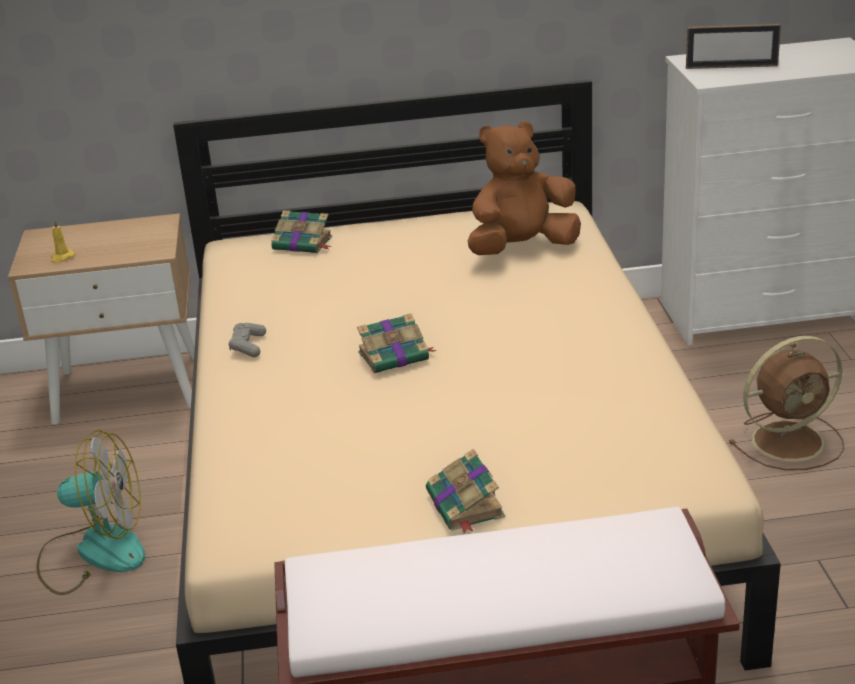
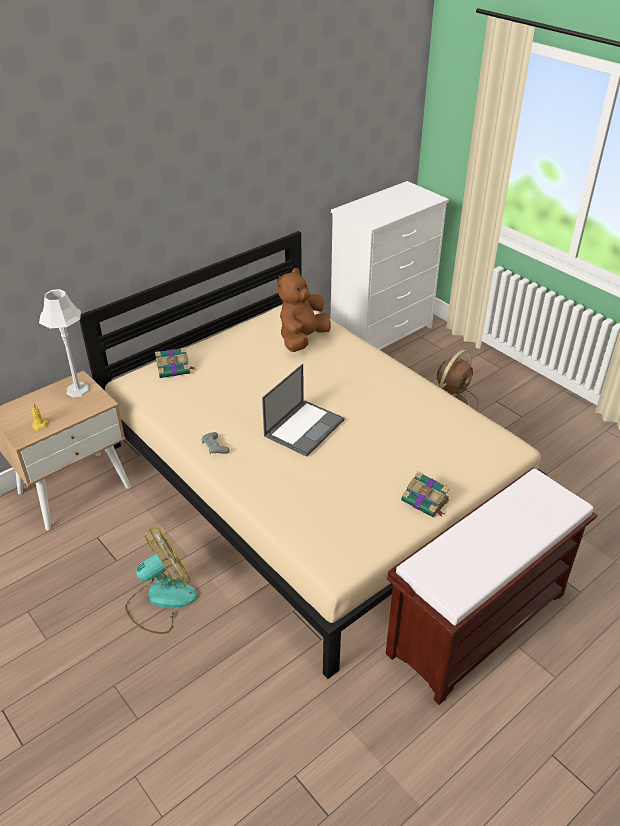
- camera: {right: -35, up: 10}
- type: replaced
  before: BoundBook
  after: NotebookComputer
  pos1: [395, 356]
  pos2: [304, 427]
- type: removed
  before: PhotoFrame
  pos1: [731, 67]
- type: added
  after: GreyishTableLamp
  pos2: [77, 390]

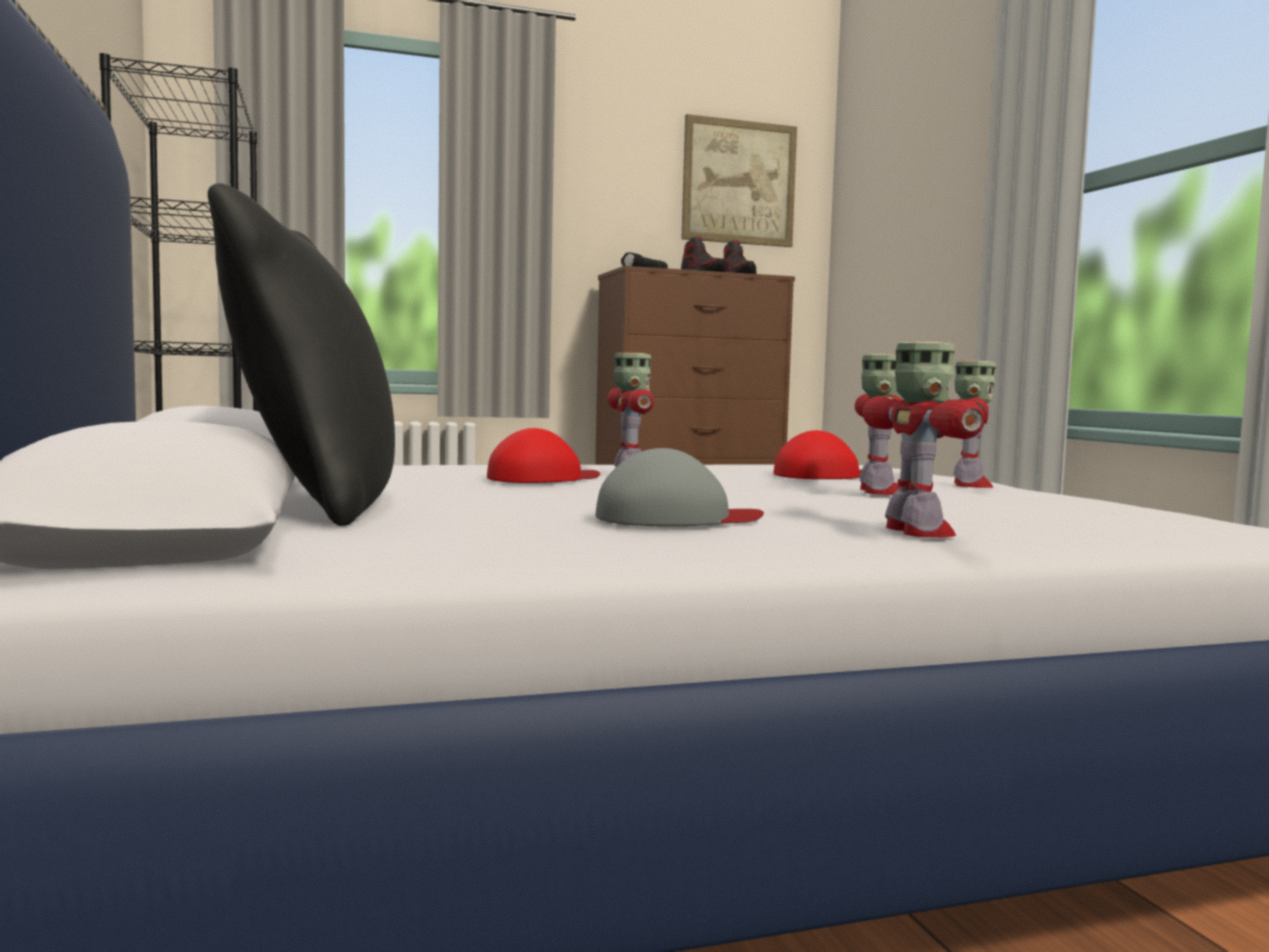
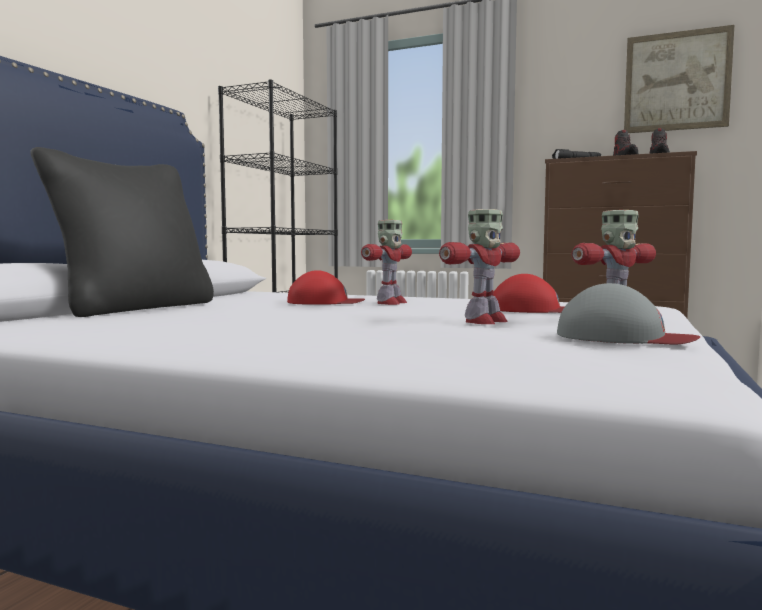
- camera: {right: 40, up: 0}
- type: moved
  before: GreyishCap
  pos1: [676, 518]
  pos2: [621, 337]
- type: removed
  before: RobotFigure
  pos1: [917, 532]

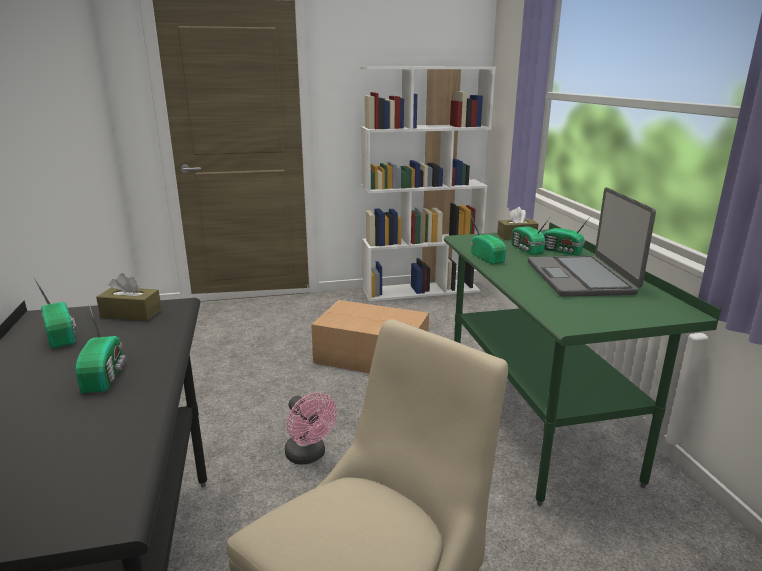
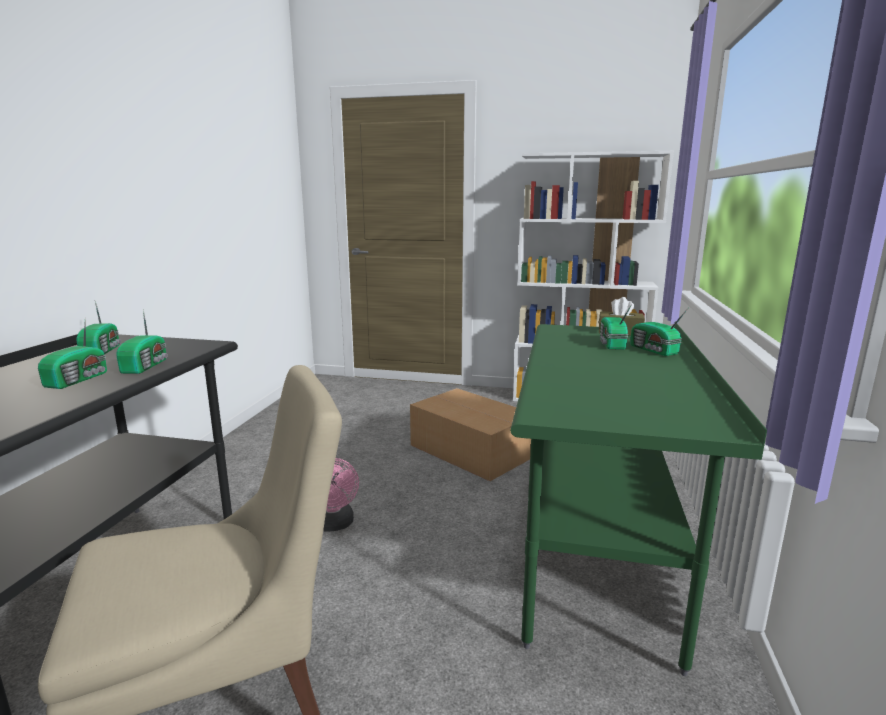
- camera: {right: 25, up: -5}
- type: removed
  before: BrownColouredTissueBox
  pos1: [131, 313]
- type: moved
  before: RadioReceiver
  pos1: [487, 258]
  pos2: [147, 366]
- type: removed
  before: NotebookComputer
  pos1: [581, 277]

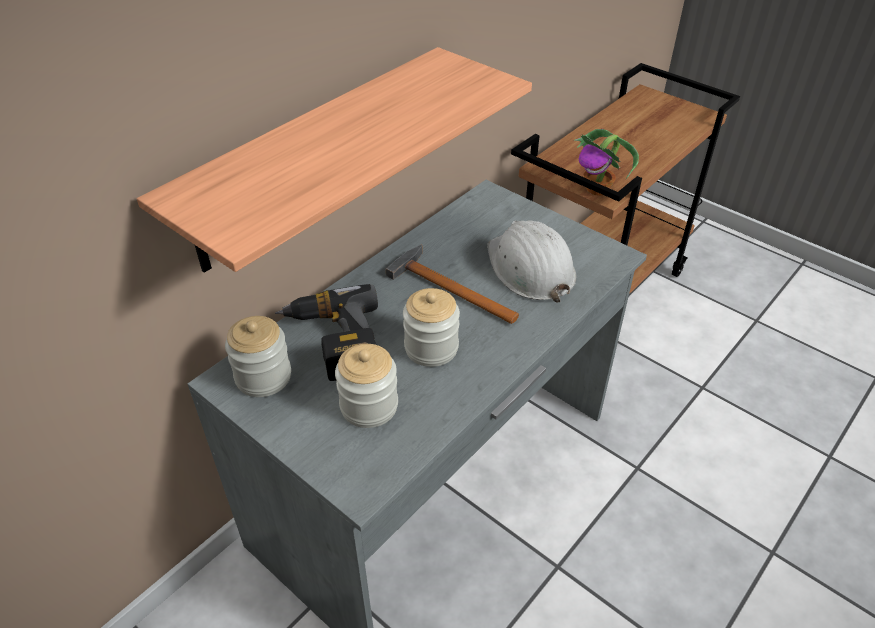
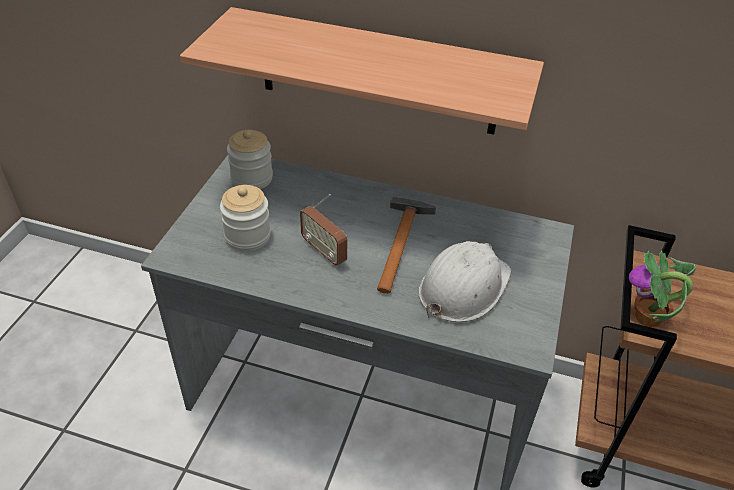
- camera: {right: 65, up: 0}
- type: removed
  before: ElectricDrill
  pos1: [333, 342]
- type: replaced
  before: StorageJar
  after: RadioReceiver
  pos1: [431, 348]
  pos2: [324, 251]

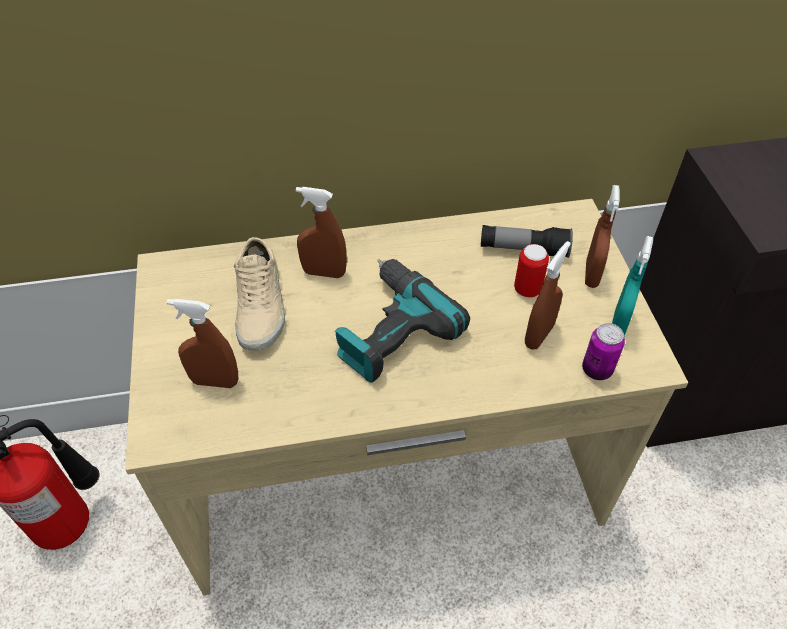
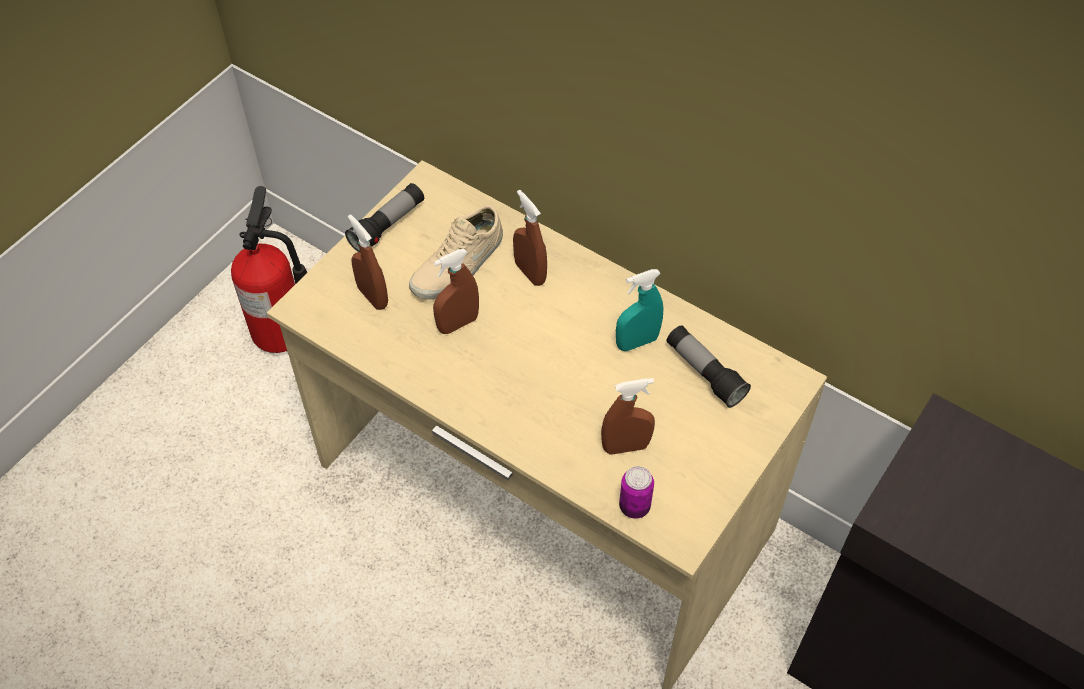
- camera: {right: 45, up: 5}
- type: removed
  before: ElectricDrill
  pos1: [389, 330]
- type: removed
  before: Can
  pos1: [527, 289]
- type: moved
  before: BrownColouredSprayBottle
  pos1: [591, 274]
  pos2: [458, 324]
- type: moved
  before: TurquoiseColouredSprayBottle
  pos1: [618, 325]
  pos2: [637, 342]
- type: added
  after: Flashlight
  pos2: [388, 226]

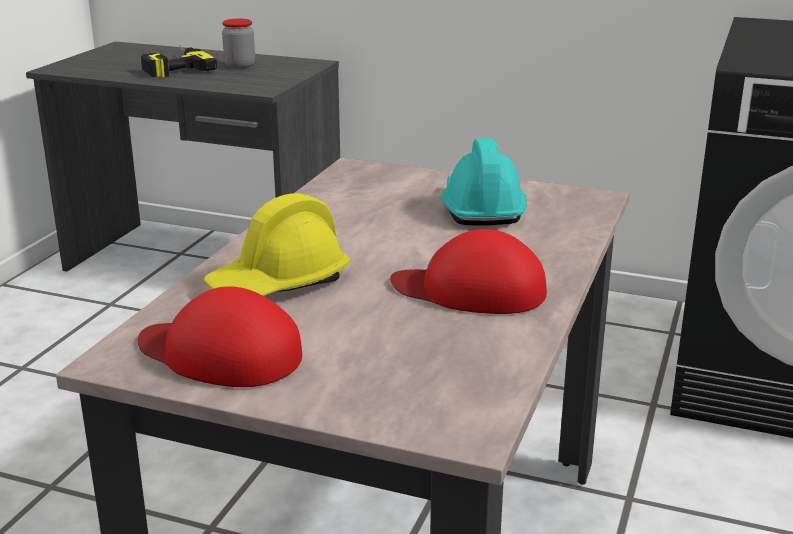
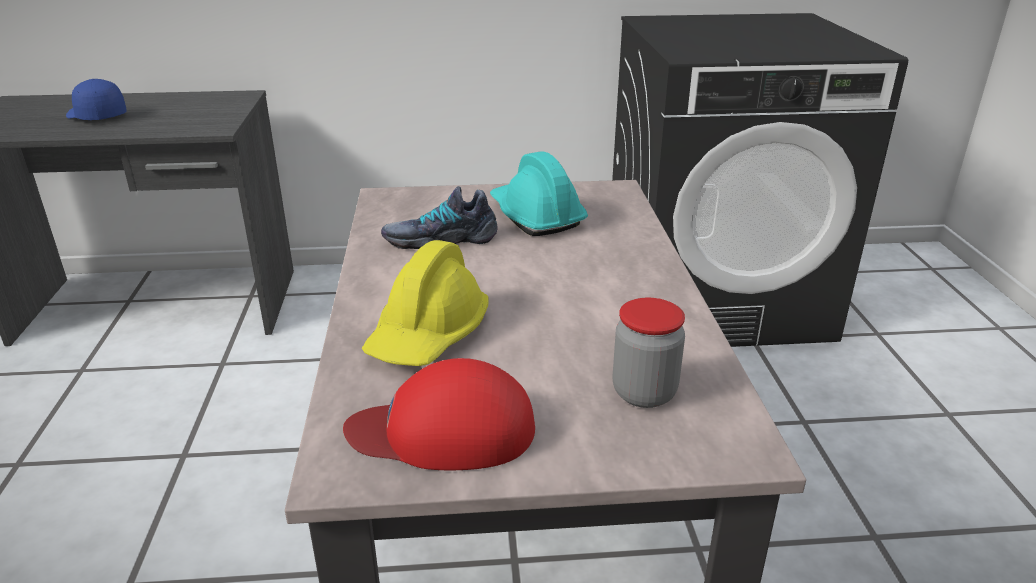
- camera: {right: -25, up: 5}
- type: replaced
  before: ElectricDrill
  after: BlueColouredCap
  pos1: [173, 67]
  pos2: [95, 116]
- type: moved
  before: StorageJar
  pos1: [240, 66]
  pos2: [644, 393]
- type: removed
  before: RedColouredCap
  pos1: [470, 290]
- type: added
  after: ItemOfFootwear
  pos2: [440, 239]

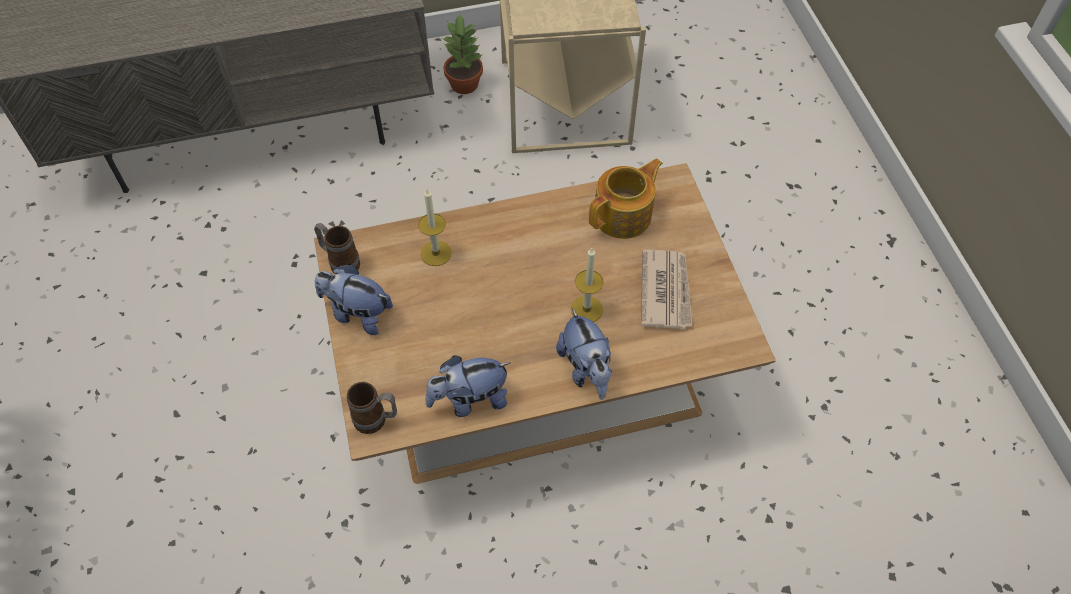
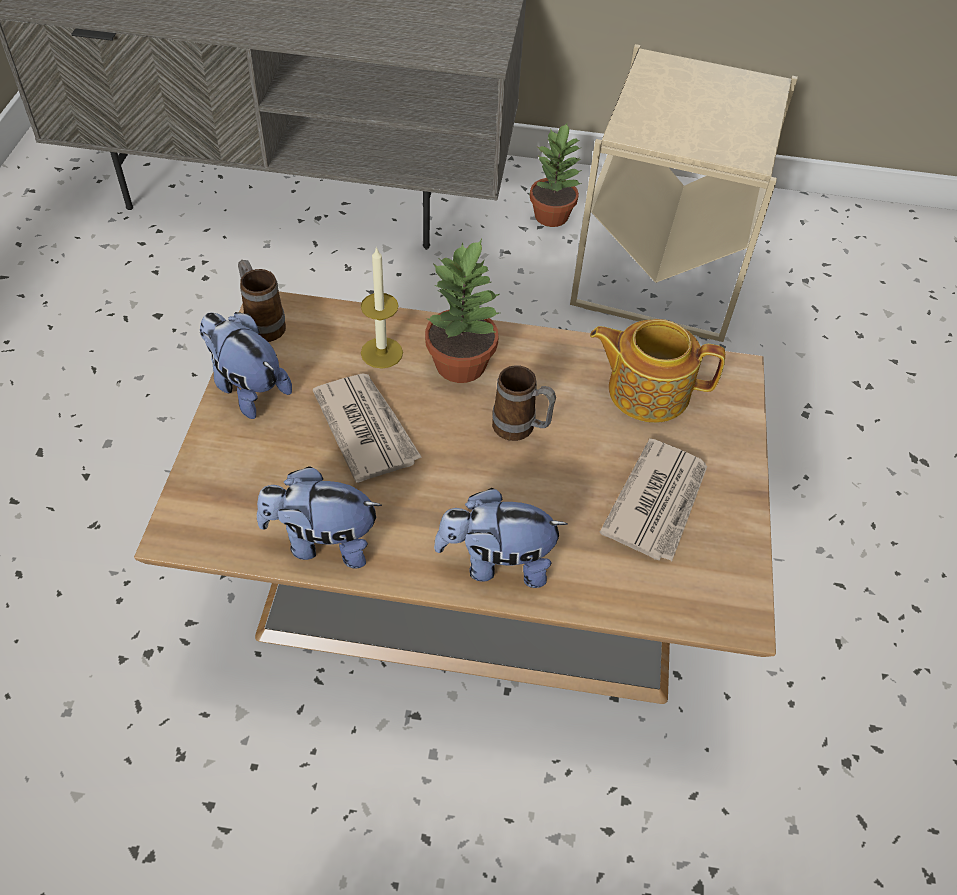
- camera: {right: 20, up: -5}
- type: moved
  before: TeaMug
  pos1: [376, 420]
  pos2: [521, 429]
- type: turned
  before: PlushToy
  pos1: [586, 370]
  pos2: [496, 563]
  turn: 90
- type: removed
  before: WaxLight
  pos1: [586, 309]
- type: turned
  before: PotForTea
  pos1: [624, 215]
  pos2: [646, 390]
  turn: -150
- type: added
  after: Newspaper
  pos2: [366, 428]
- type: added
  after: PlantInAPot
  pos2: [462, 364]

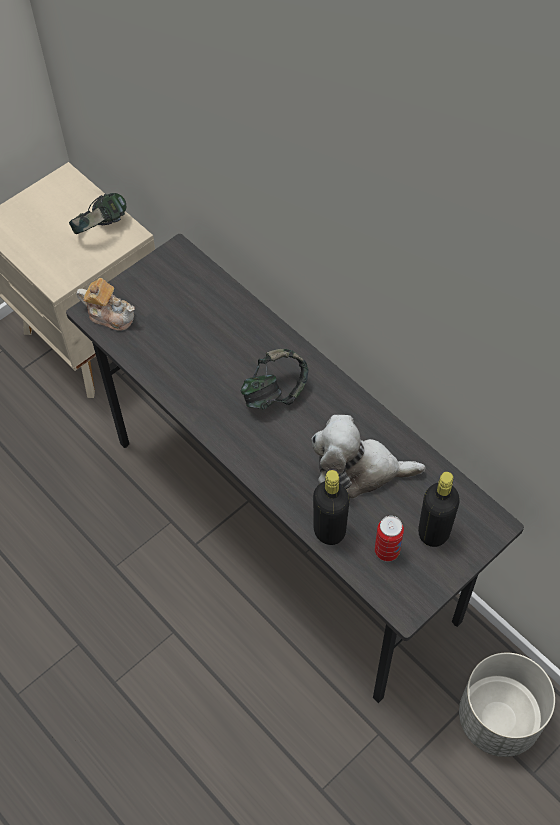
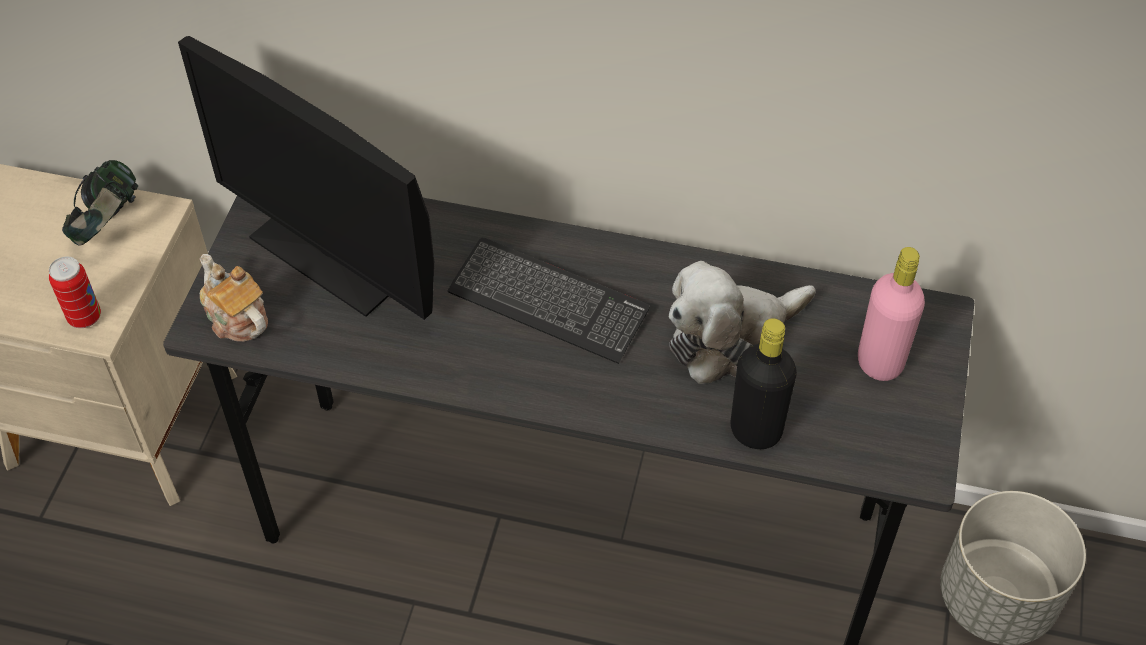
- camera: {right: -35, up: -5}
- type: turned
  before: PotForTea
  pos1: [110, 315]
  pos2: [236, 318]
  turn: -120
- type: replaced
  before: PairOfHeadphones
  after: PcKeyboard
  pos1: [274, 394]
  pos2: [548, 303]
- type: moved
  before: Can
  pos1: [387, 551]
  pos2: [84, 317]
- type: recoloured
  before: BlackishBeverageBottle
  after: PinkColouredBeverageBottle
  pos1: [433, 532]
  pos2: [880, 362]
- type: added
  after: Monitor
  pos2: [332, 254]

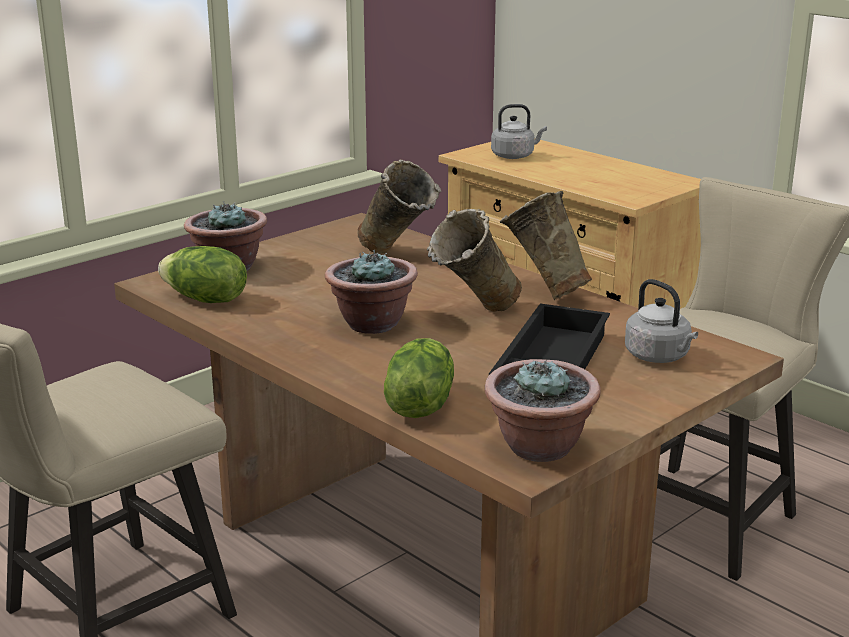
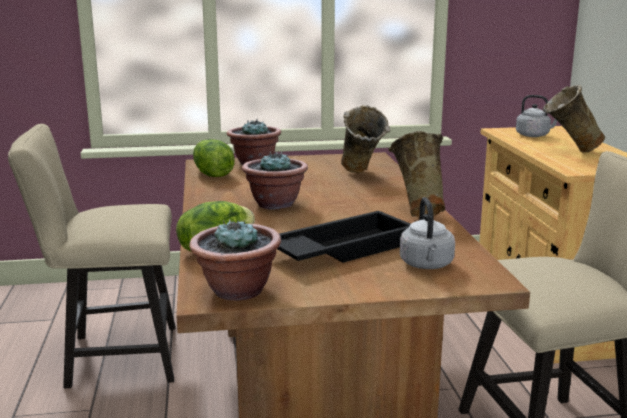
- camera: {right: 35, up: -5}
- type: moved
  before: BeigeColouredDecorativeVase
  pos1: [473, 315]
  pos2: [569, 152]

